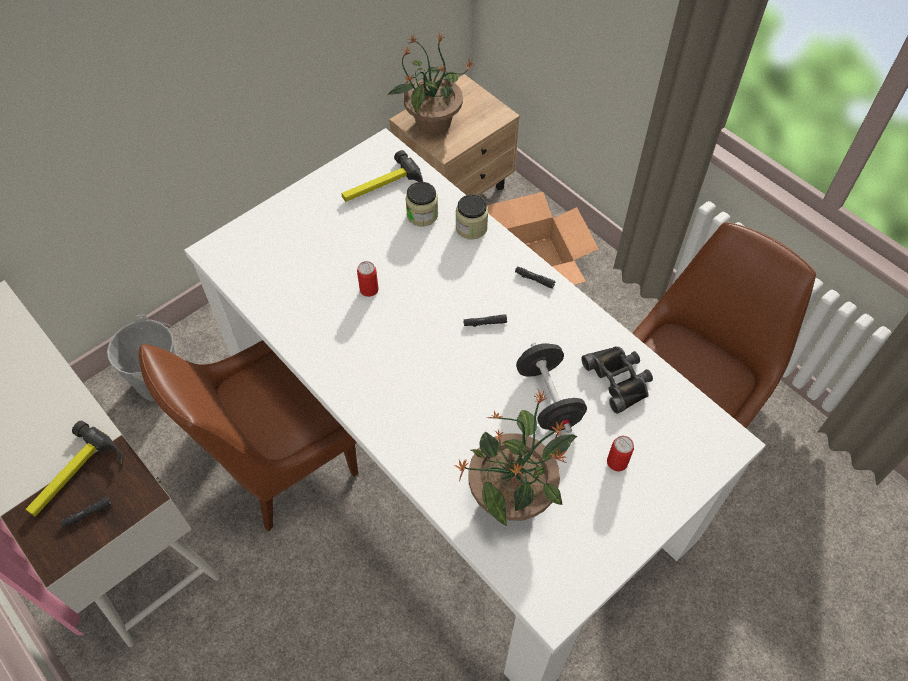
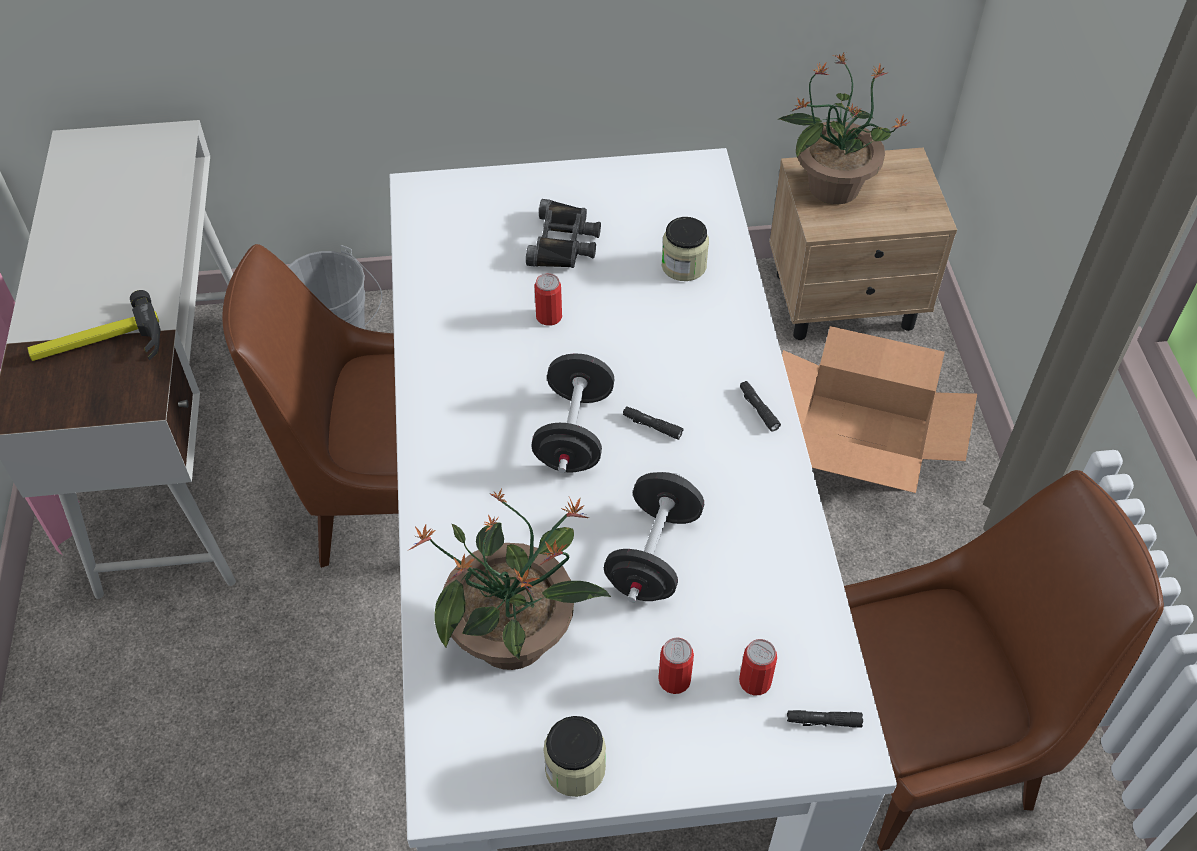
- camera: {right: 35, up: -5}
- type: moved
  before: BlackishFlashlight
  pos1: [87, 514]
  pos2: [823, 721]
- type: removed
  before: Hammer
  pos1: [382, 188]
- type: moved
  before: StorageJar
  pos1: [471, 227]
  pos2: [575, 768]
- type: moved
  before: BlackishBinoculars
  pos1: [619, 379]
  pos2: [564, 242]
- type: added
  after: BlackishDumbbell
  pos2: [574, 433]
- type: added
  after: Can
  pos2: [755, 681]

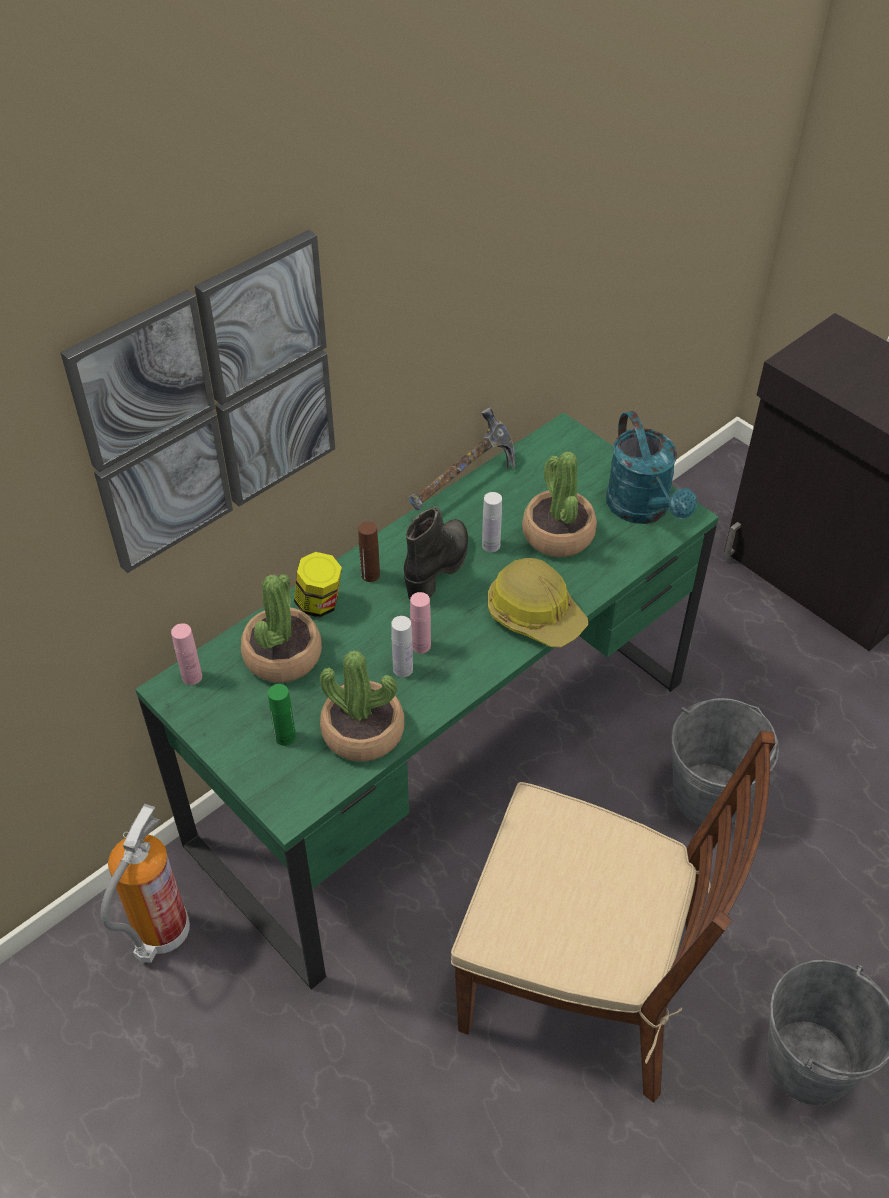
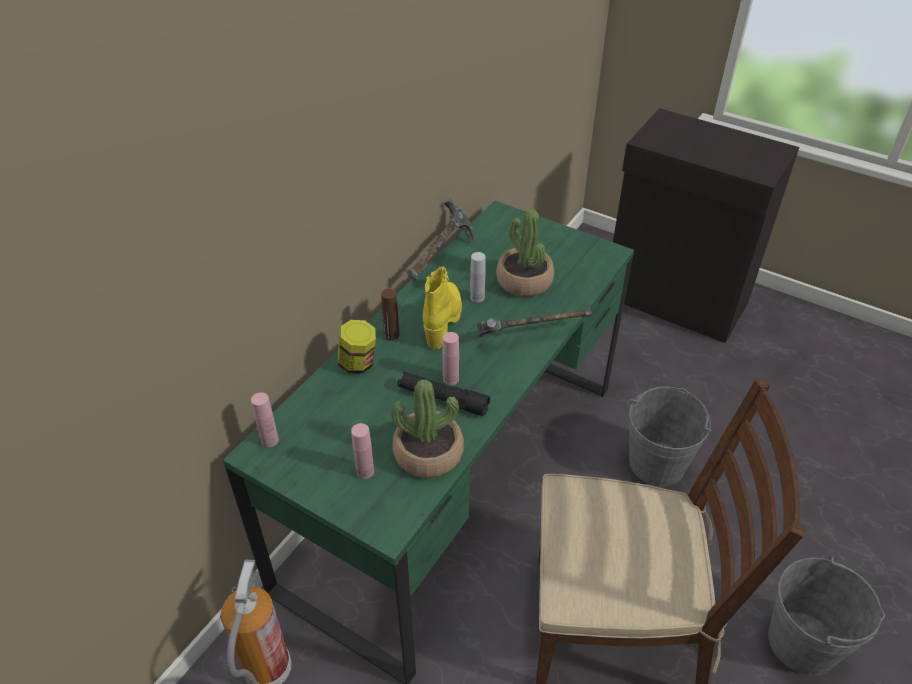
- camera: {right: -15, up: -5}
- type: removed
  before: WallPicture
  pos1: [211, 403]
- type: removed
  before: PlantInAPot
  pos1: [282, 655]
- type: recoloured
  before: GreenishBeverageBottle
  after: PinkColouredBeverageBottle
  pos1: [285, 737]
  pos2: [365, 471]
- type: replaced
  before: WhiteBeverageBottle
  after: BlackishFlashlight
  pos1: [403, 669]
  pos2: [443, 399]
- type: recoloured
  before: BlackishTallBoot
  after: YellowishTallBoot
  pos1: [438, 568]
  pos2: [443, 321]
- type: replaced
  before: SafetyHelmet
  after: Hammer
  pos1: [535, 614]
  pos2: [529, 339]
- type: removed
  before: TurquoiseColouredWateringPot
  pos1: [643, 510]

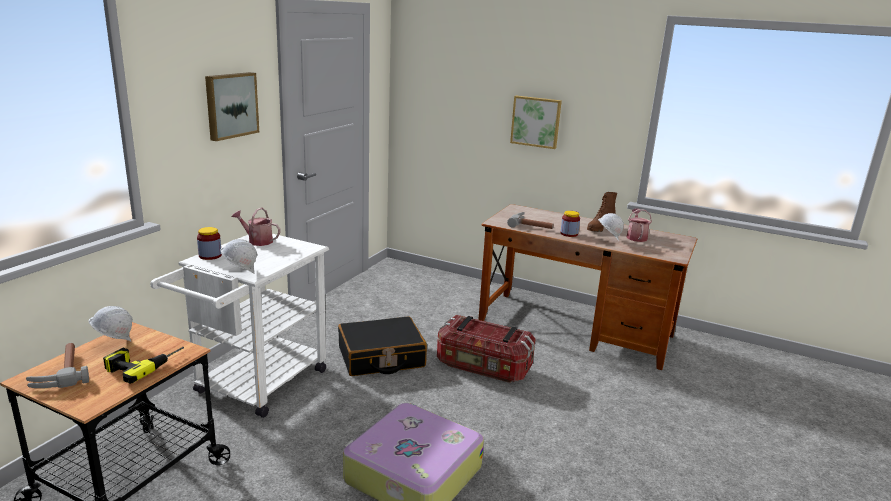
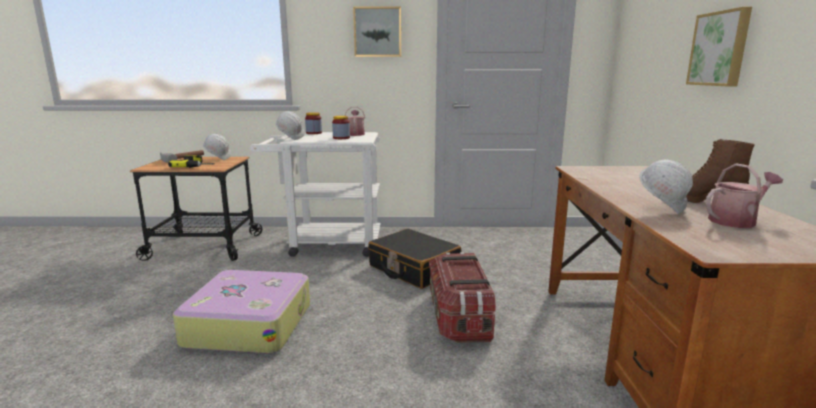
- camera: {right: 65, up: -5}
- type: removed
  before: Hammer
  pos1: [532, 226]
- type: moved
  before: StorageJar
  pos1: [569, 234]
  pos2: [341, 138]

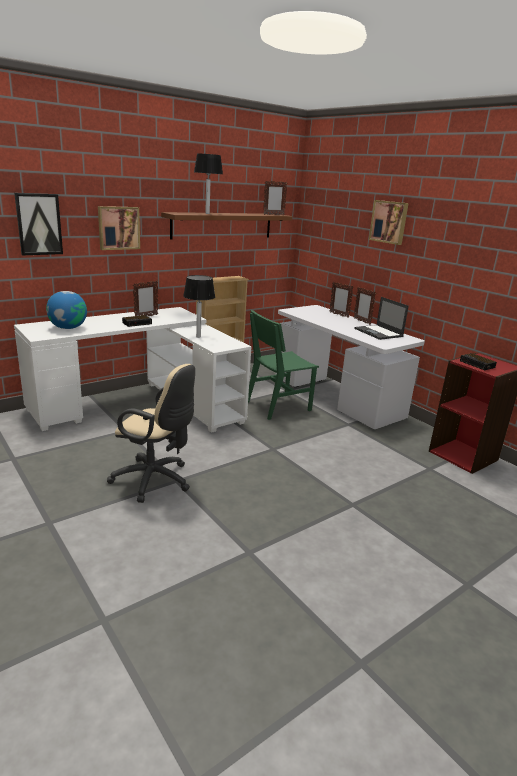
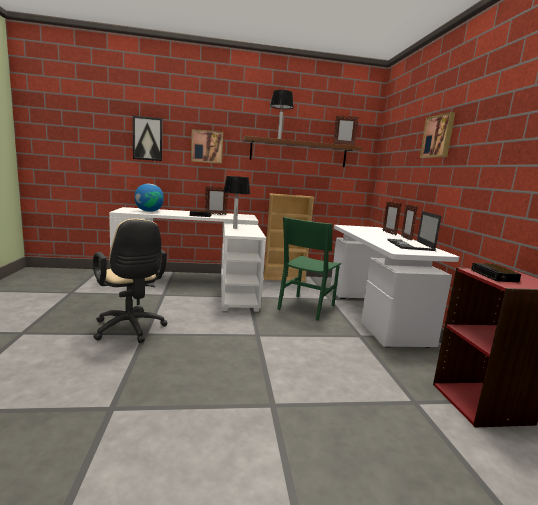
- camera: {right: 30, up: -10}
- type: turned
  before: GreenishPlainChair
  pos1: [278, 406]
  pos2: [306, 307]
  turn: -60

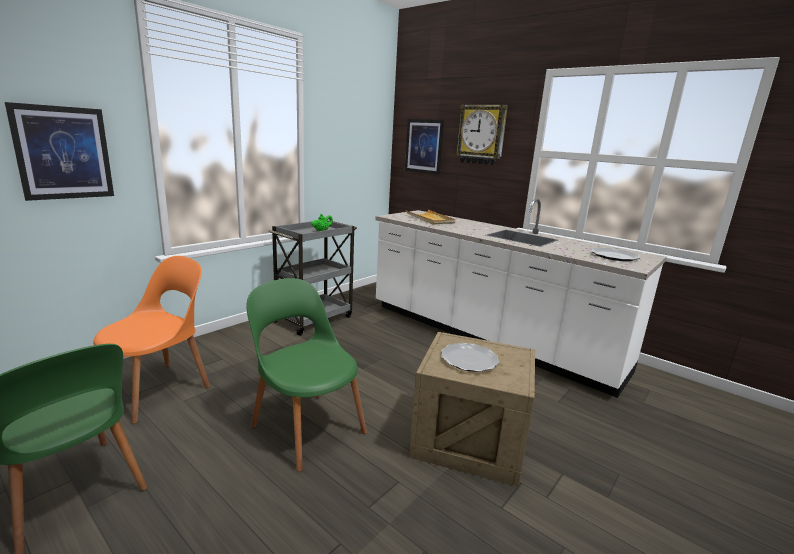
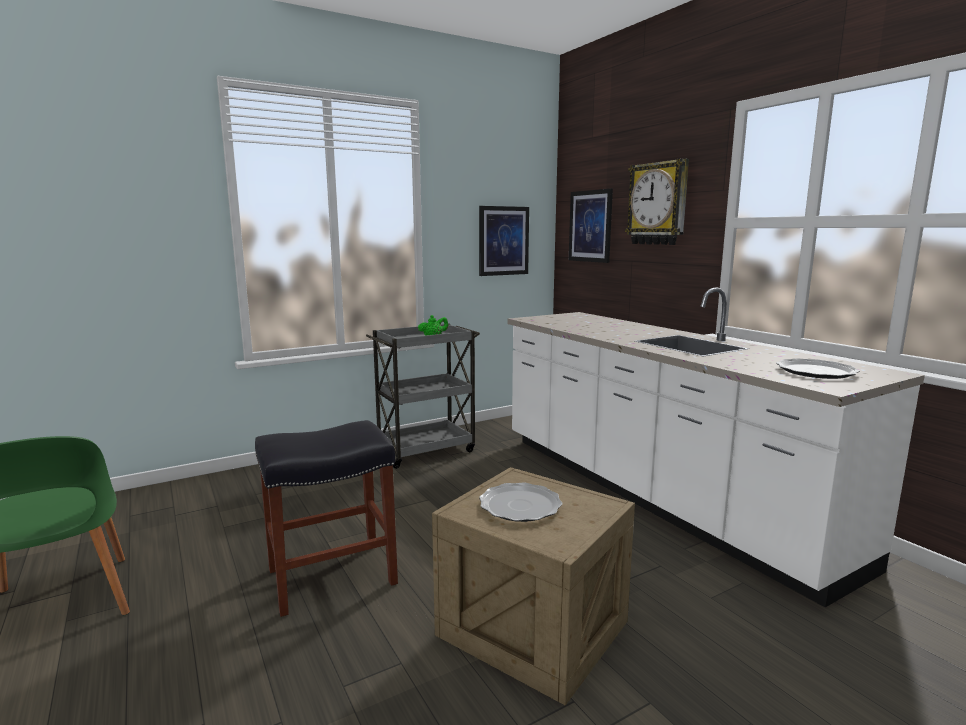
- camera: {right: 20, up: -5}
- type: moved
  before: WallPicture
  pos1: [63, 153]
  pos2: [503, 241]
- type: removed
  before: OrangePlainChair
  pos1: [158, 389]
- type: replaced
  before: GreenishPlainChair
  after: BlackishSittingStool
  pos1: [306, 426]
  pos2: [333, 575]
- type: removed
  before: BeigeColouredTray
  pos1: [430, 219]

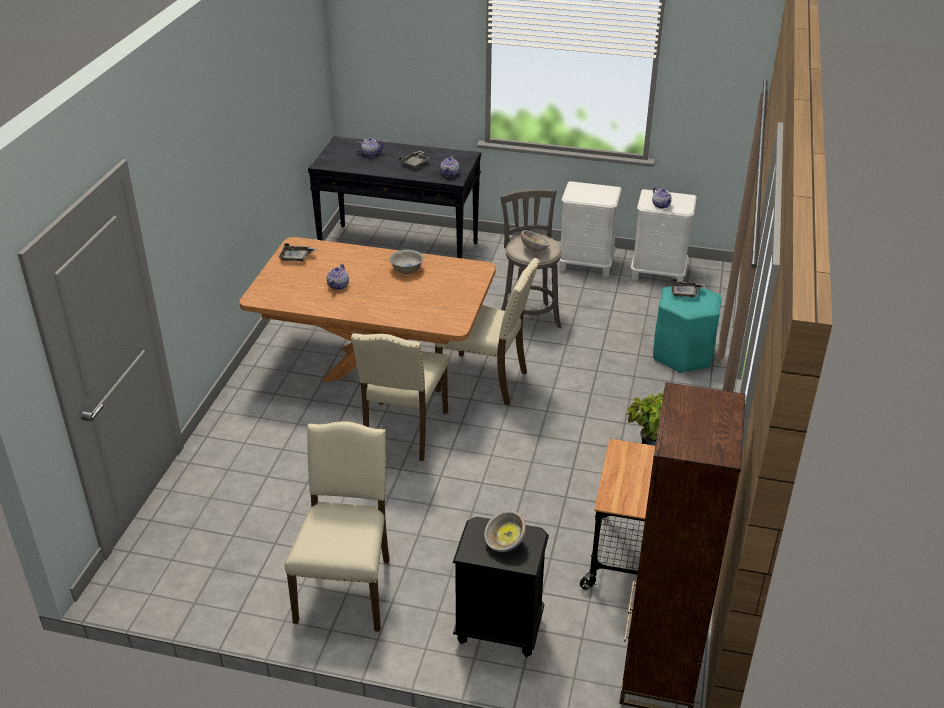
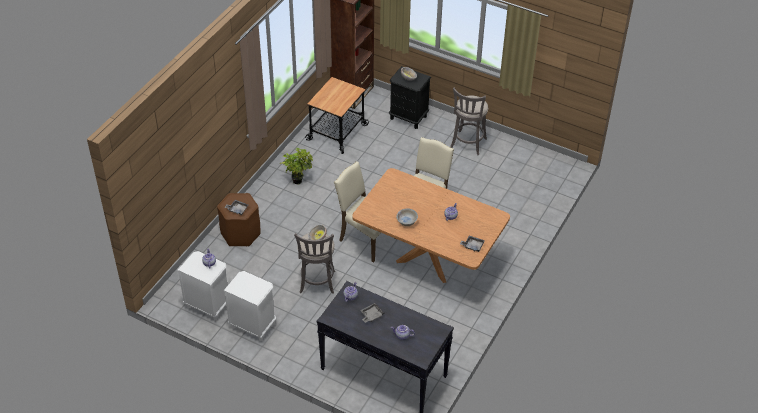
- camera: {right: -165, up: 10}
- type: replaced
  before: BeigeColouredPlainChair
  after: GreyishSittingStool
  pos1: [346, 588]
  pos2: [467, 144]
- type: recoloured
  before: TurquoiseColouredSittingStool
  after: BrownColouredSittingStool
  pos1: [682, 355]
  pos2: [241, 234]

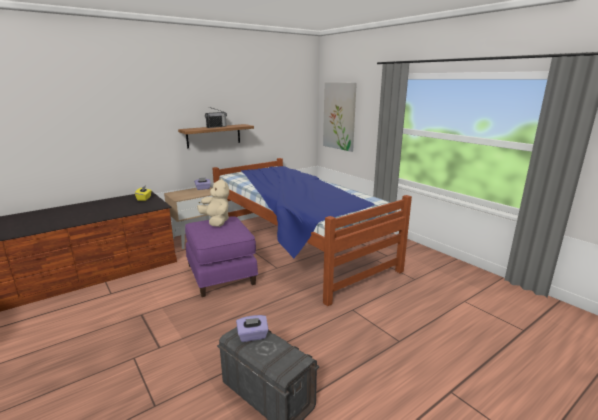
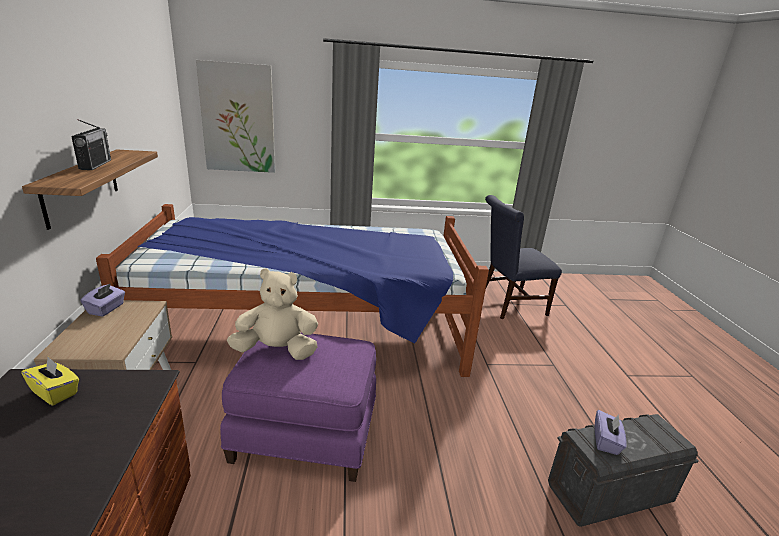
- camera: {right: -60, up: 5}
- type: added
  after: BlueColouredPlainChair
  pos2: [508, 304]

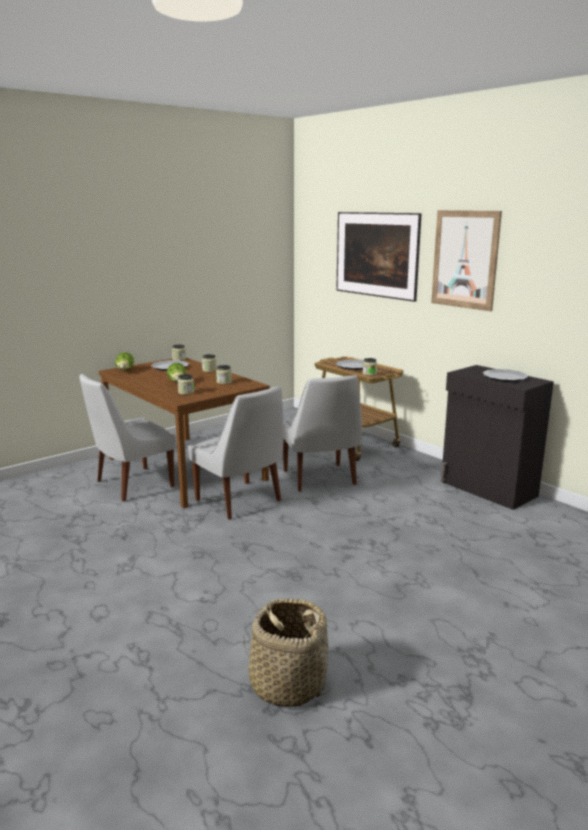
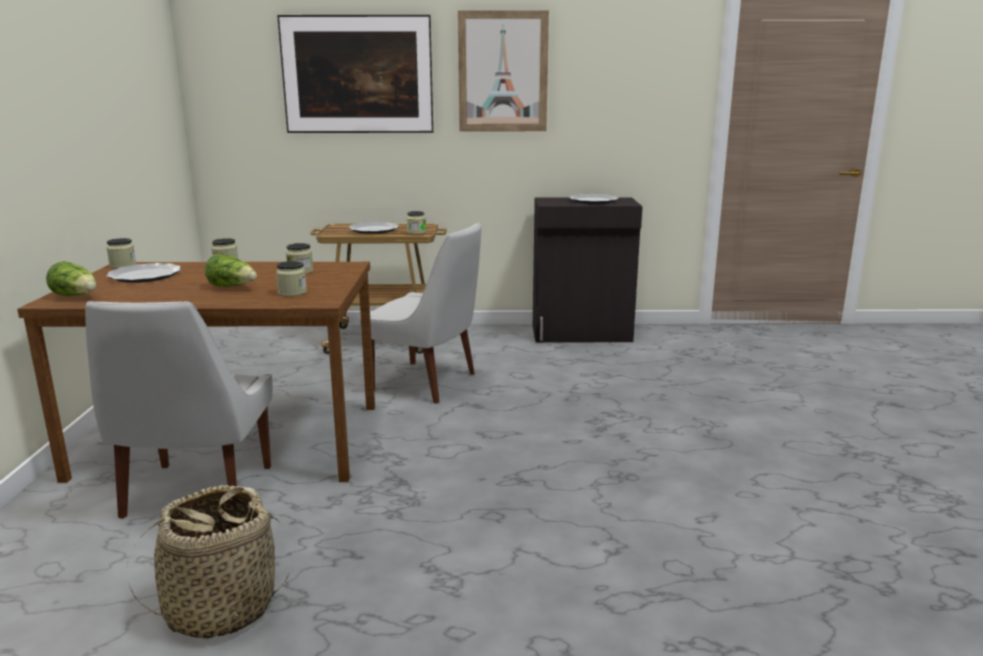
- camera: {right: -50, up: 0}
- type: removed
  before: WhitePlainChair
  pos1: [240, 501]
- type: moved
  before: HouseholdBasket
  pos1: [287, 683]
  pos2: [220, 608]

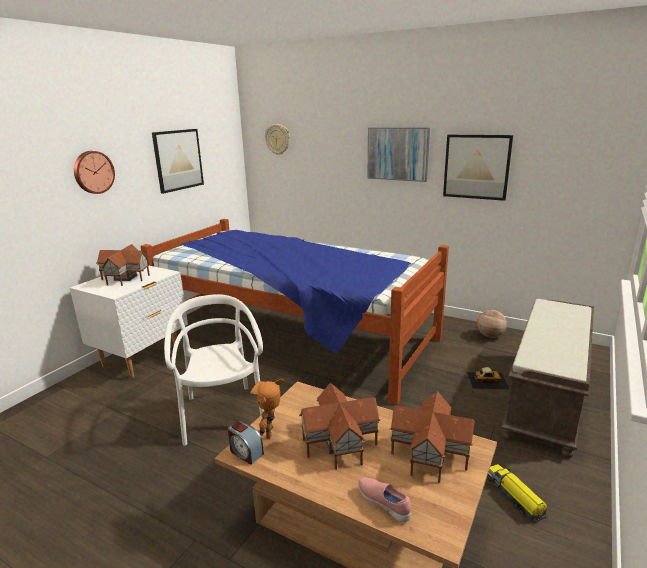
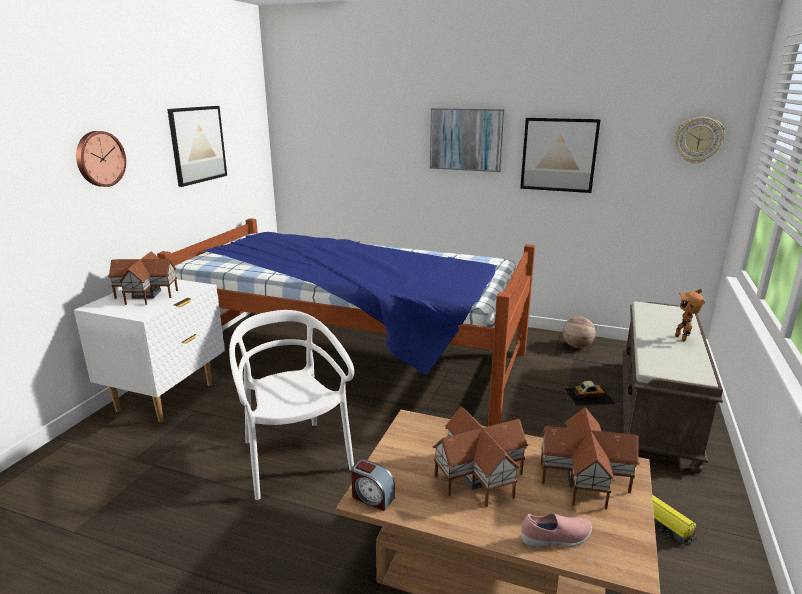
- camera: {right: -10, up: 0}
- type: moved
  before: RobotFigure
  pos1: [273, 433]
  pos2: [682, 338]
- type: moved
  before: HangingClock
  pos1: [278, 139]
  pos2: [698, 140]
- type: turned
  before: PinkColouredItemOfFootwear
  pos1: [384, 504]
  pos2: [555, 539]
  turn: 135

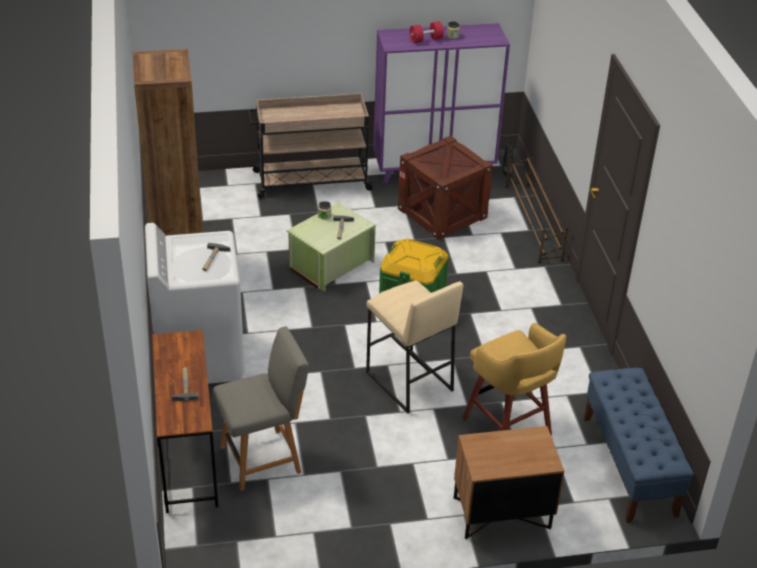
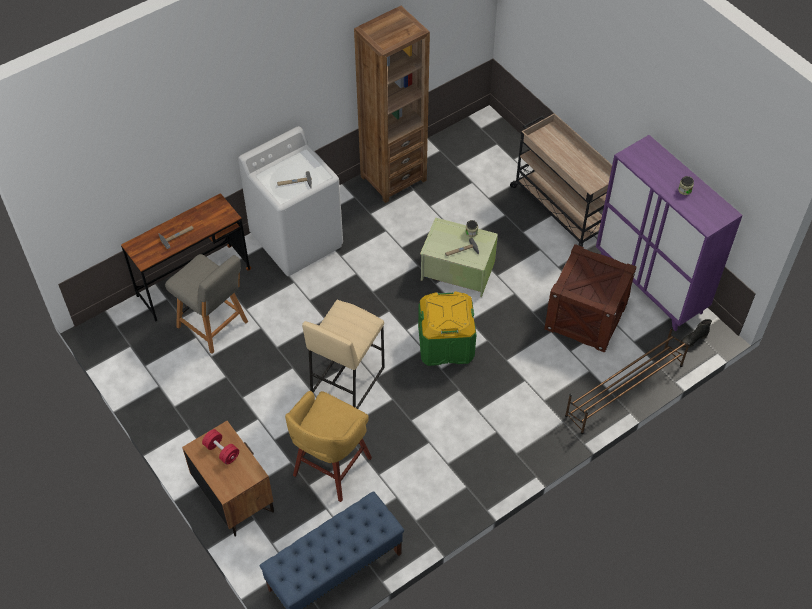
- camera: {right: 65, up: 15}
- type: moved
  before: RedColouredDumbbell
  pos1: [426, 39]
  pos2: [221, 451]

